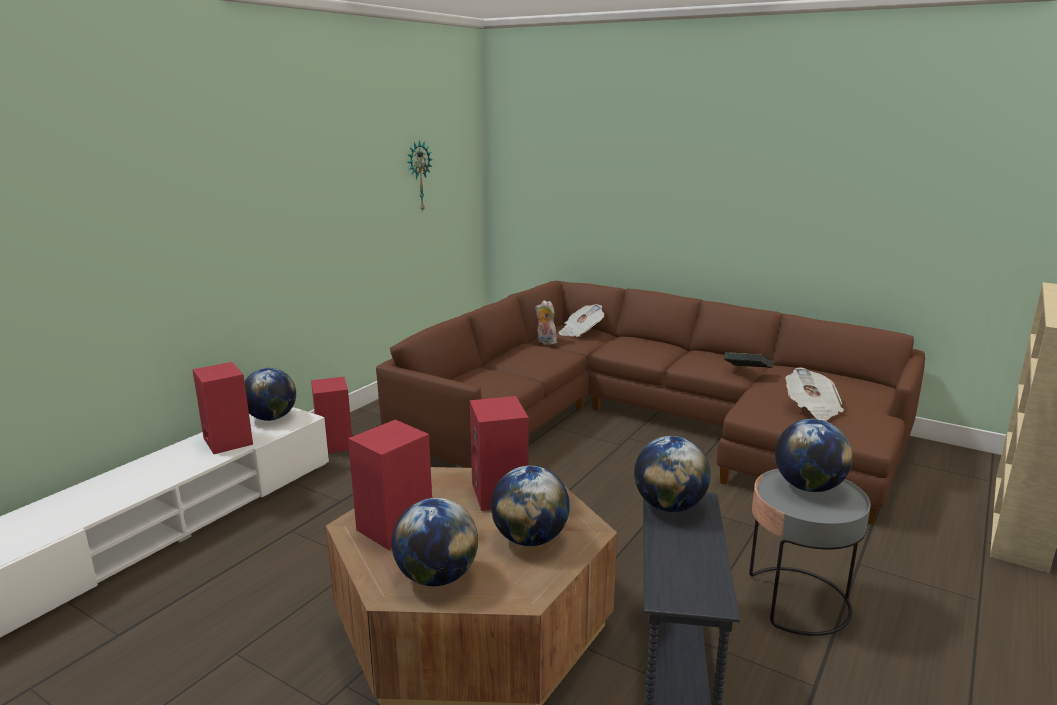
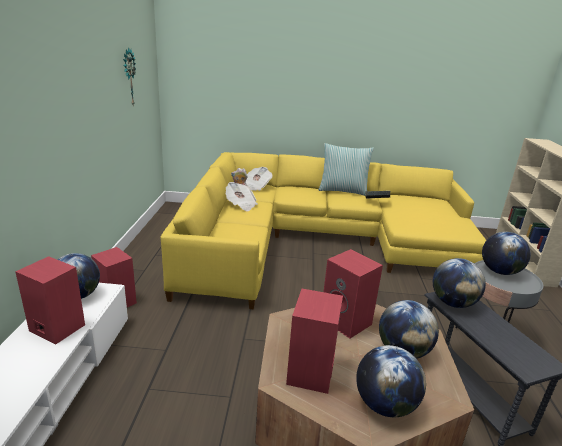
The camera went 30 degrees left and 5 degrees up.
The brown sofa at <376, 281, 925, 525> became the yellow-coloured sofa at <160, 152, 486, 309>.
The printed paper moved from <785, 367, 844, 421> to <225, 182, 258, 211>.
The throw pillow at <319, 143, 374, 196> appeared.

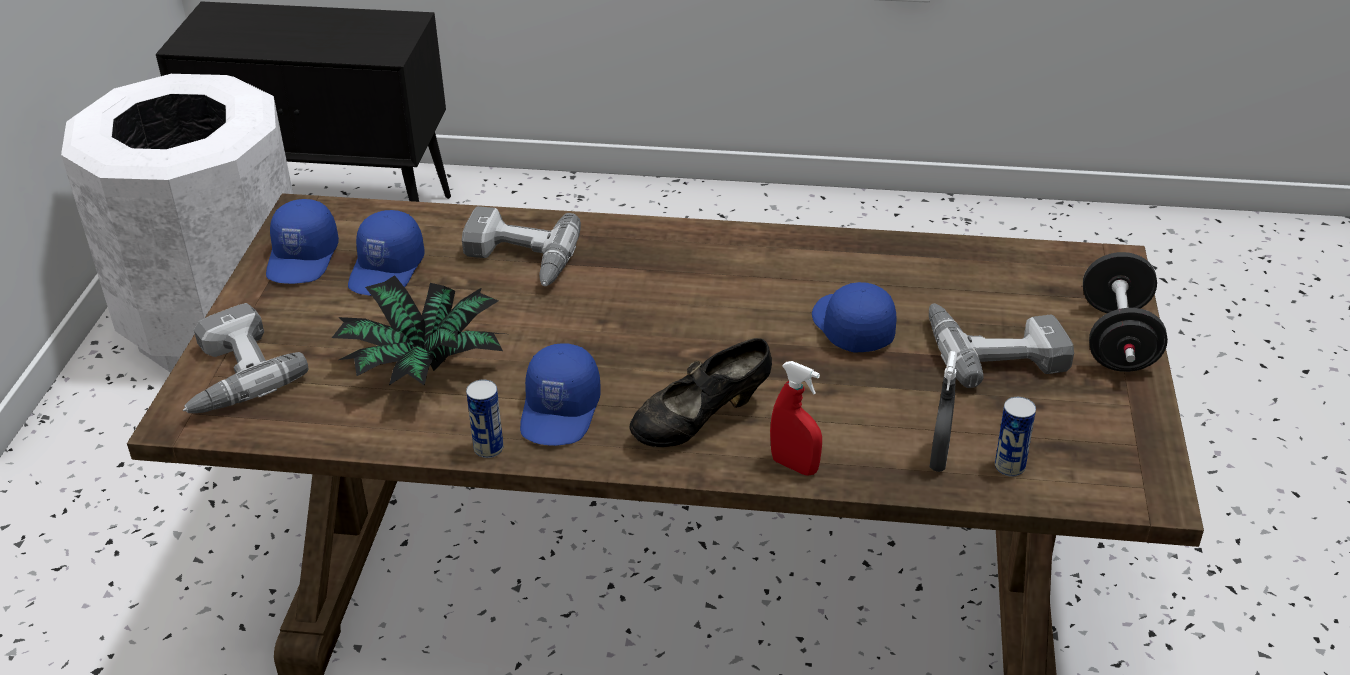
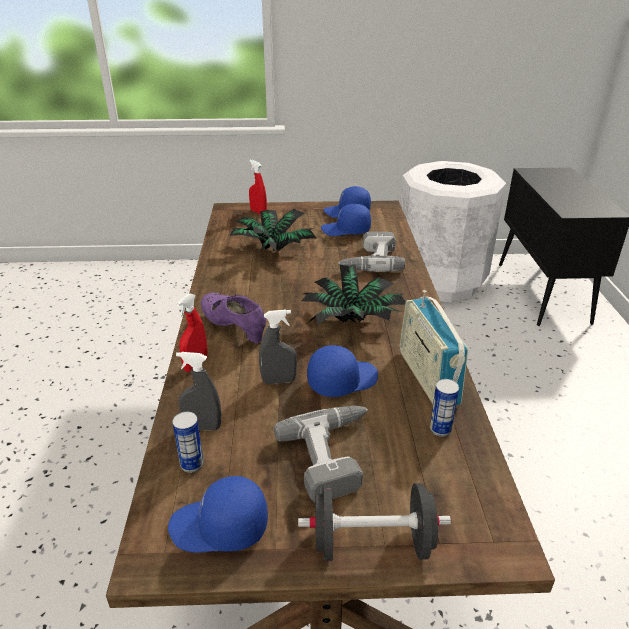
The camera went 80 degrees right and 5 degrees down.
The blue-coloured peaked cap moved from <520, 343, 601, 446> to <168, 476, 268, 553>.
The black-coloured shoe at <629, 338, 772, 447> became the purple shoe at <201, 293, 266, 344>.
The power drill at <183, 303, 308, 413> was replaced by the reddish sprayer at <249, 160, 267, 214>.
The grey sprayer at <259, 309, 297, 384> appeared.
The potted plant at <301, 264, 406, 324> appeared.
The radio set at <400, 290, 468, 405> appeared.
The sealed can moved from <466, 379, 504, 458> to <430, 379, 459, 437>.

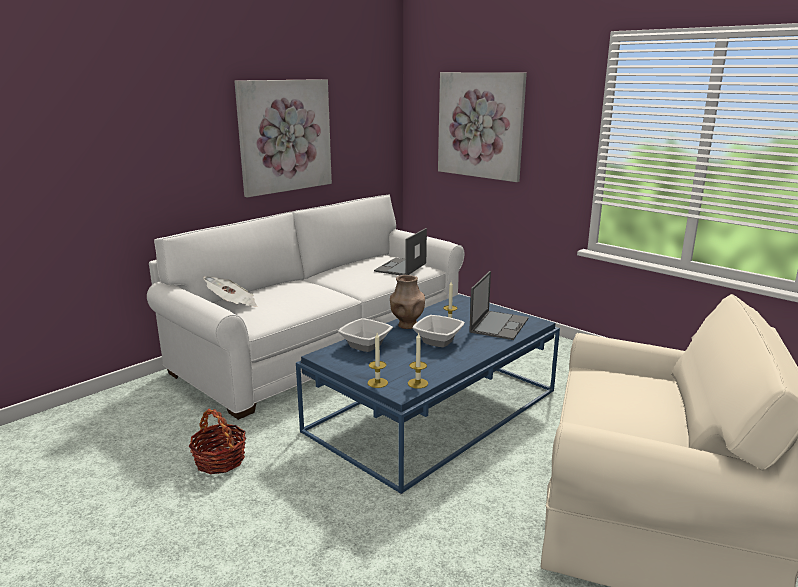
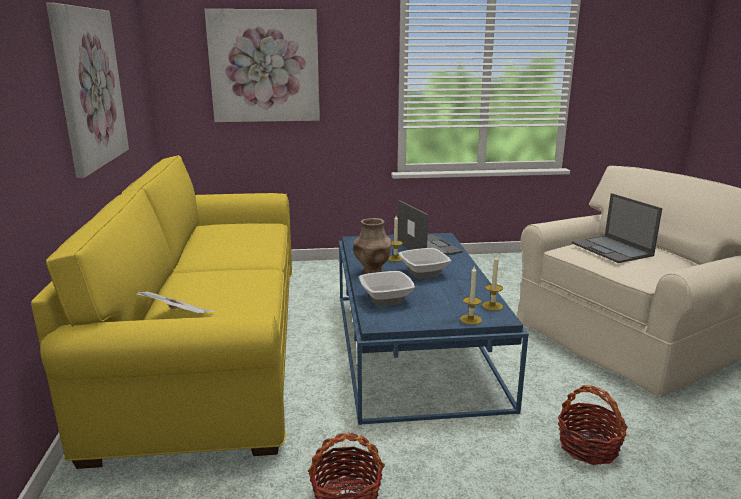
The camera went 50 degrees left and 0 degrees up.
The white sofa at <147, 194, 464, 420> became the yellow-coloured sofa at <31, 155, 292, 469>.
The basket at <558, 385, 628, 465> appeared.
The notebook computer moved from <374, 228, 427, 275> to <572, 193, 662, 263>.

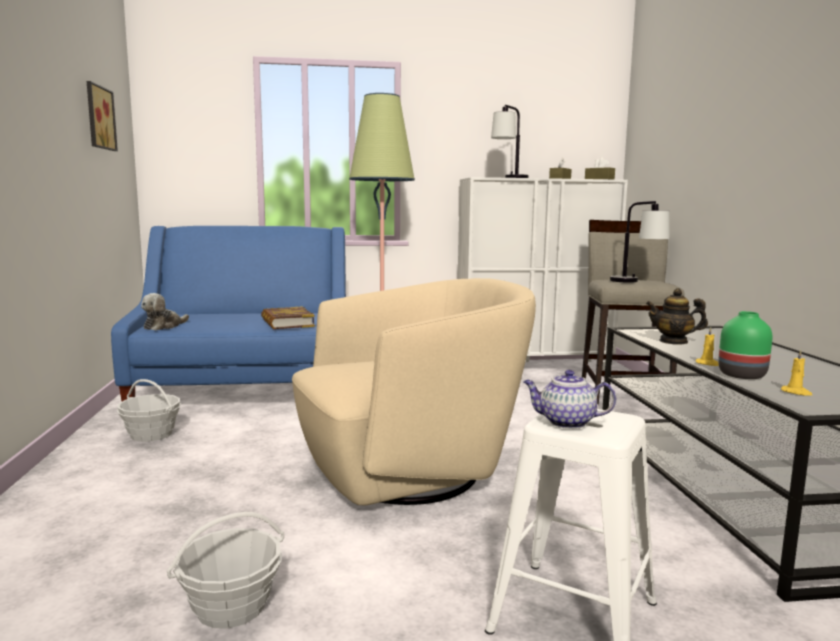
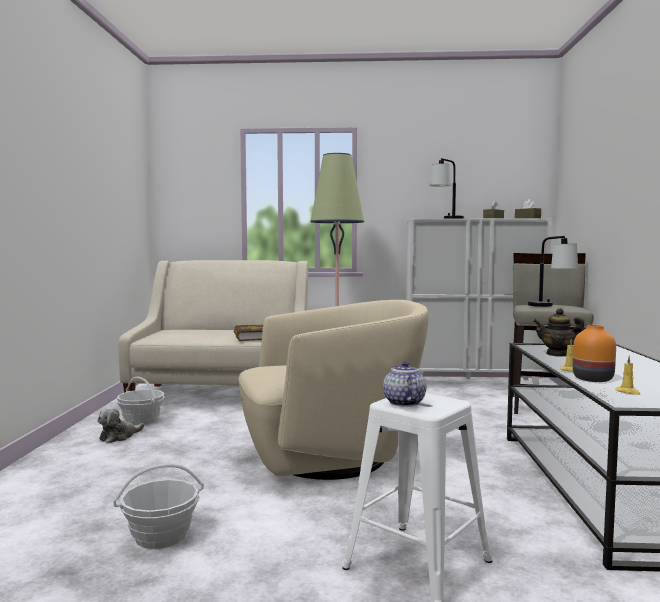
The camera went 10 degrees right and 5 degrees down.
The cuddly toy moved from <141, 293, 189, 331> to <97, 407, 144, 443>.
The blue-coloured sofa at <111, 226, 346, 401> became the beige-coloured sofa at <118, 260, 309, 393>.
The pot for tea at <523, 370, 616, 429> turned 60 degrees clockwise.
The green-coloured decorative vase at <718, 311, 773, 379> became the orangey decorative vase at <573, 325, 616, 382>.
The wall art at <87, 81, 118, 151> disappeared.

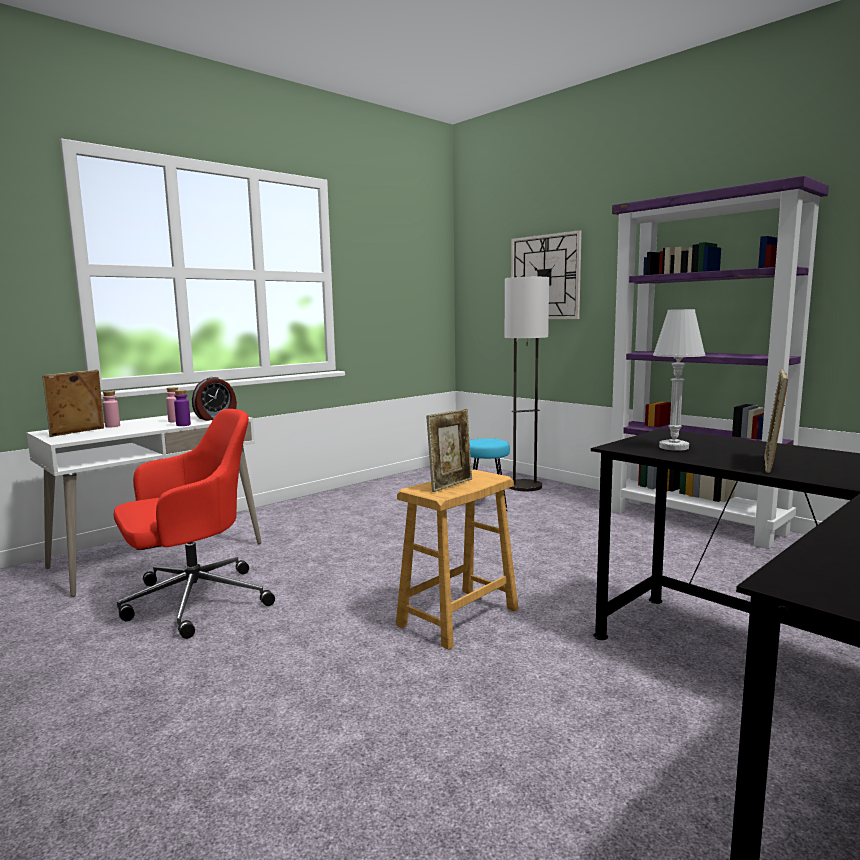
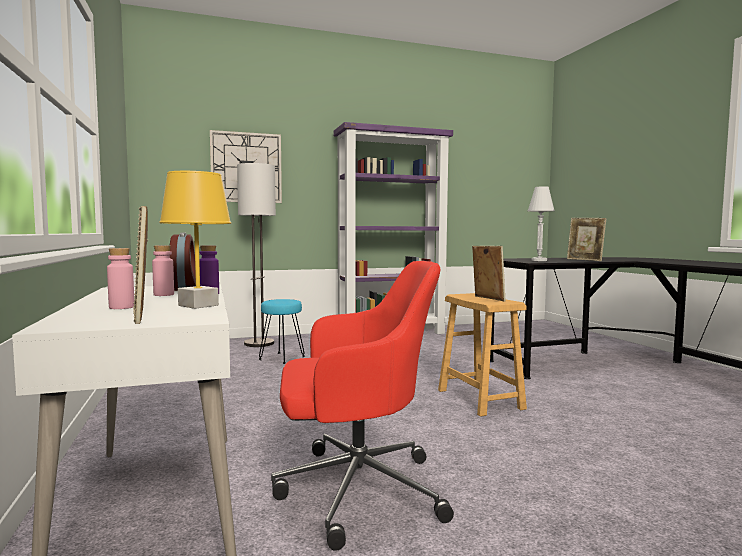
The camera went 65 degrees left and 5 degrees down.
The yellow-coloured table lamp at <159, 171, 231, 309> appeared.
The reddish office chair at <114, 409, 275, 639> turned 90 degrees clockwise.

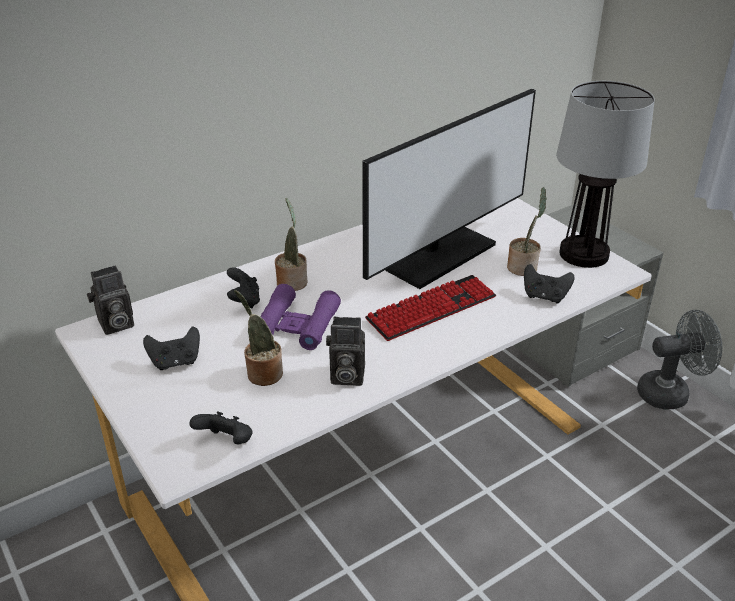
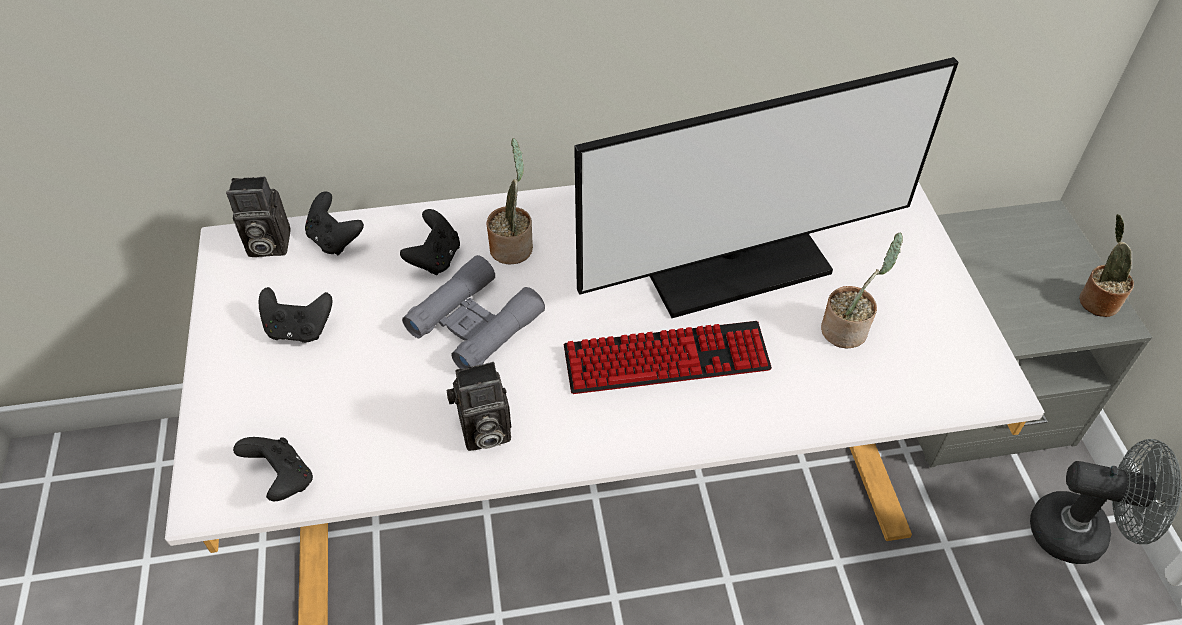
The camera went 25 degrees right and 15 degrees up.
The black-coloured joypad moved from <524, 264, 575, 304> to <305, 192, 364, 255>.
The purple field glasses at <260, 284, 341, 350> became the grey field glasses at <402, 255, 545, 369>.
The photo camera at <326, 316, 365, 386> turned 45 degrees counterclockwise.
The potted plant moved from <234, 290, 283, 386> to <1079, 214, 1134, 317>.
The table lamp at <556, 81, 655, 268> disappeared.

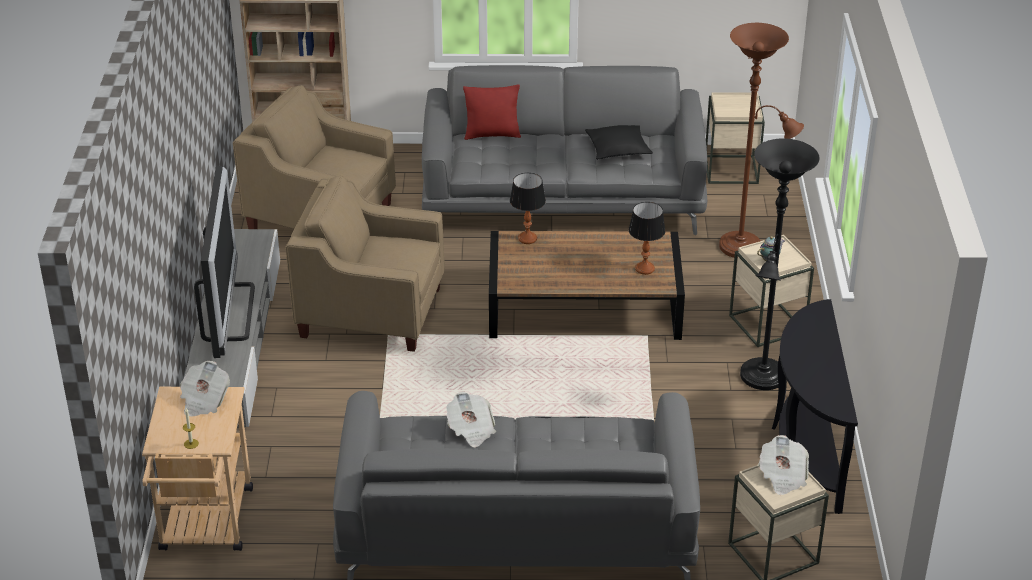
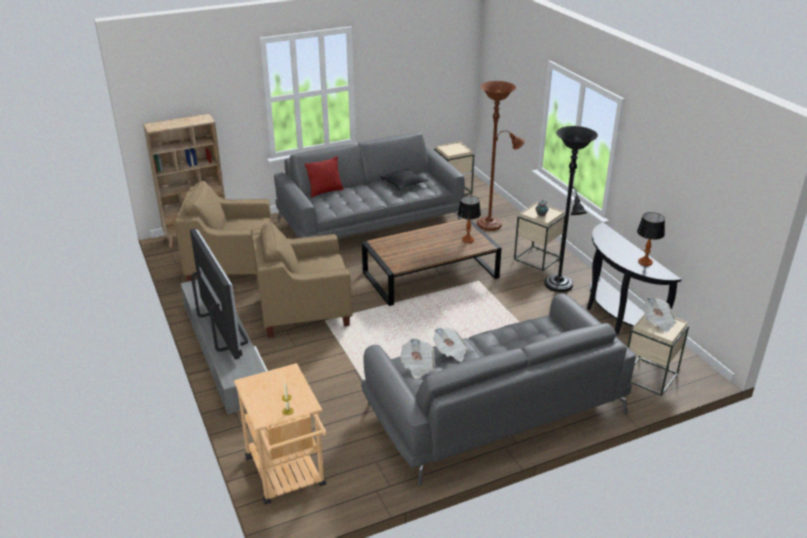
The camera went 25 degrees left and 5 degrees down.
The printed paper moved from <180, 361, 230, 416> to <400, 338, 435, 378>.
The table lamp moved from <510, 173, 546, 244> to <637, 212, 665, 266>.

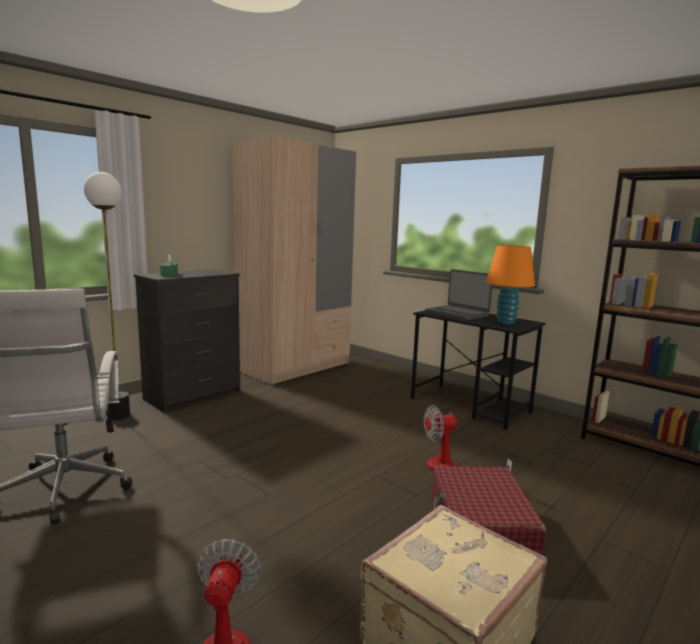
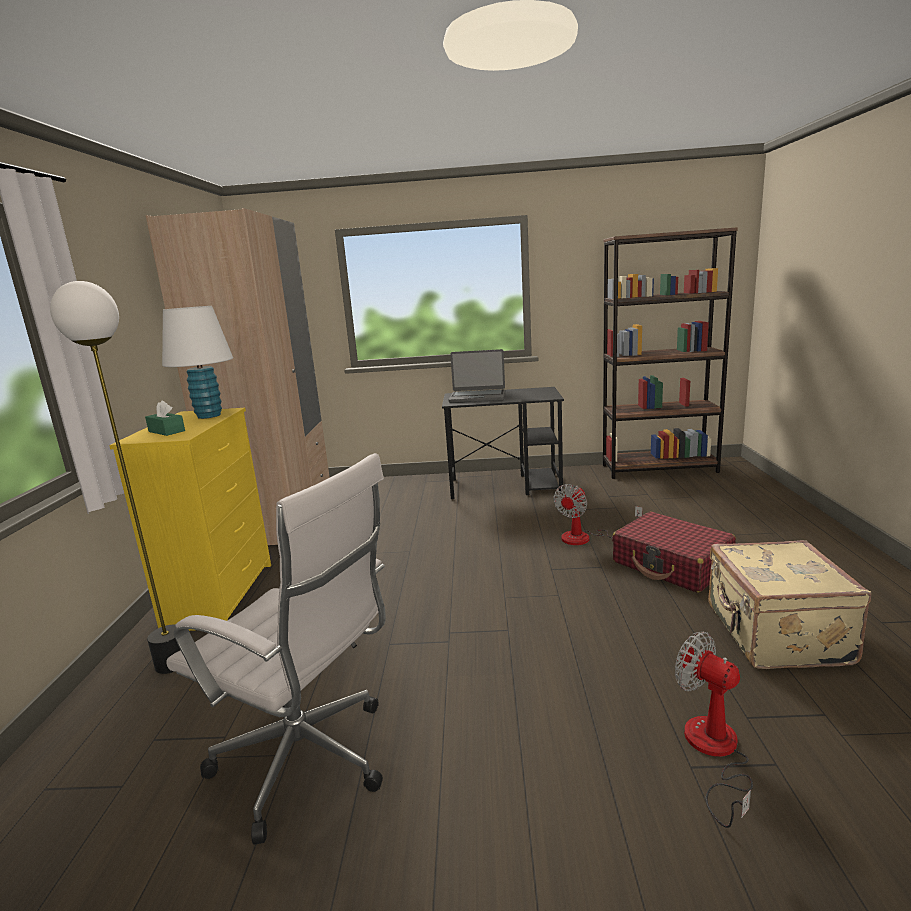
The camera went 40 degrees left and 5 degrees up.
The black-coloured chest of drawers at <134, 269, 240, 412> became the yellow-coloured chest of drawers at <109, 408, 271, 631>.
The white table lamp at <162, 306, 233, 419> appeared.
The orangey table lamp at <486, 245, 535, 324> disappeared.

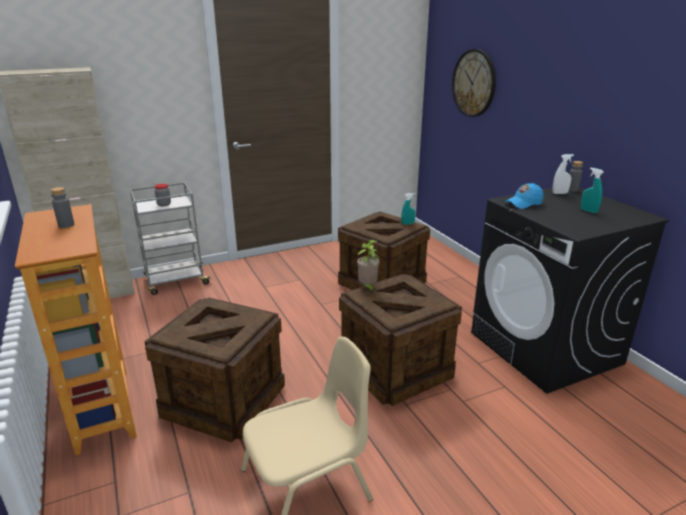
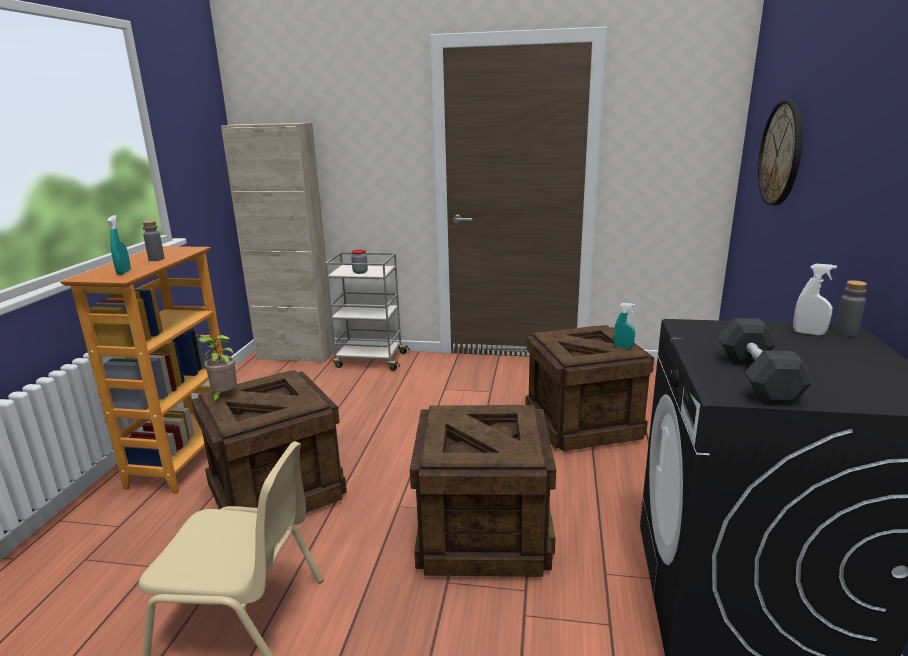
The camera went 35 degrees right and 5 degrees down.
The blue-green sprayer moved from <581, 168, 604, 213> to <107, 215, 131, 275>.
The potted plant moved from <357, 240, 379, 294> to <197, 335, 237, 403>.
The black-coloured free weight at <718, 318, 813, 405> appeared.
The blue-coloured peaked cap at <505, 183, 543, 209> disappeared.

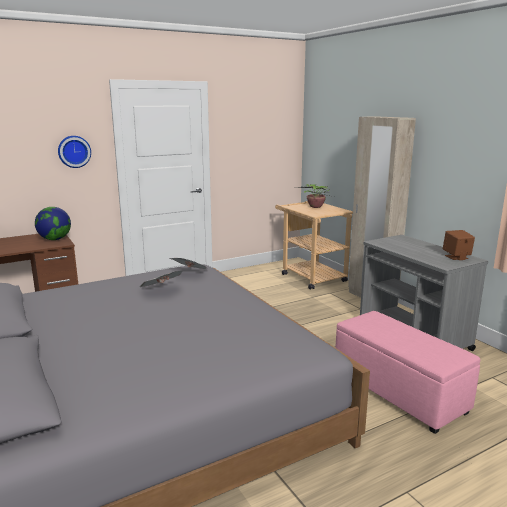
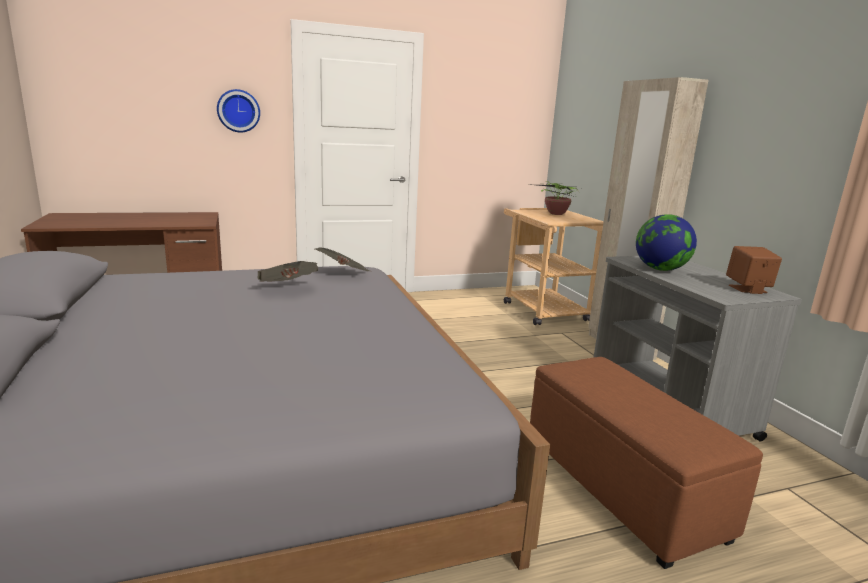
The camera went 10 degrees right and 0 degrees up.
The pink ottoman at <335, 311, 480, 434> became the brown ottoman at <530, 357, 763, 569>.
The world globe moved from <35, 207, 71, 240> to <636, 214, 697, 271>.

